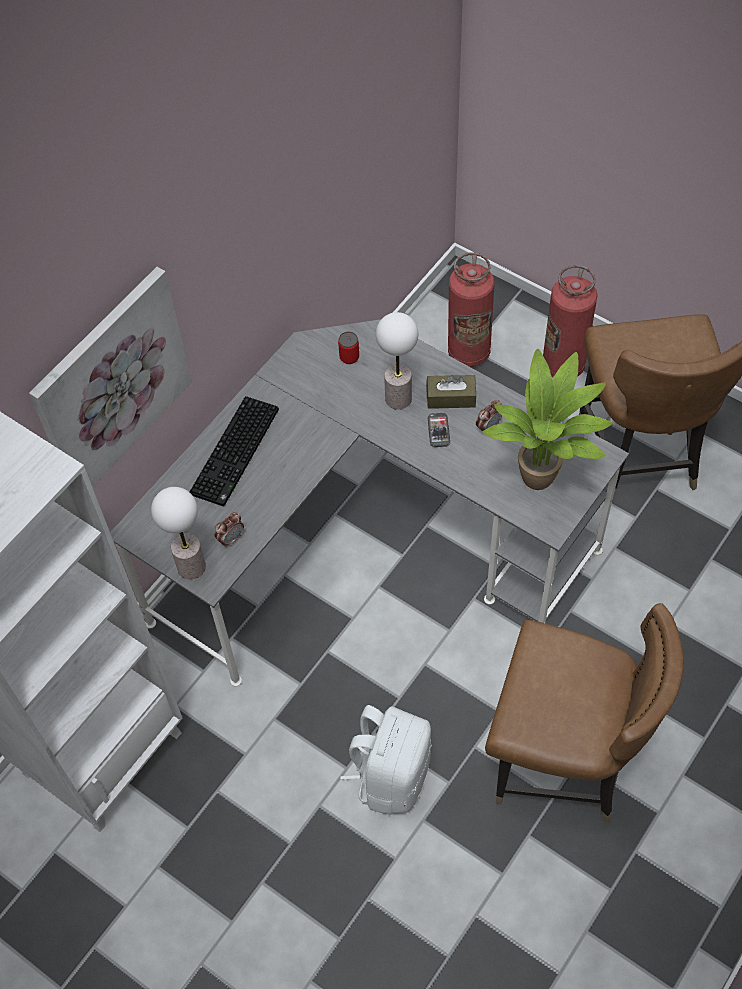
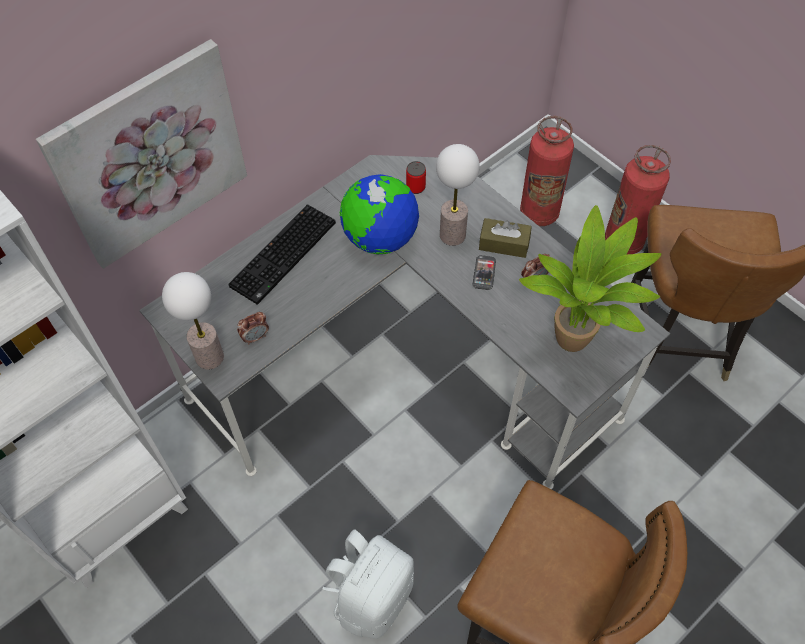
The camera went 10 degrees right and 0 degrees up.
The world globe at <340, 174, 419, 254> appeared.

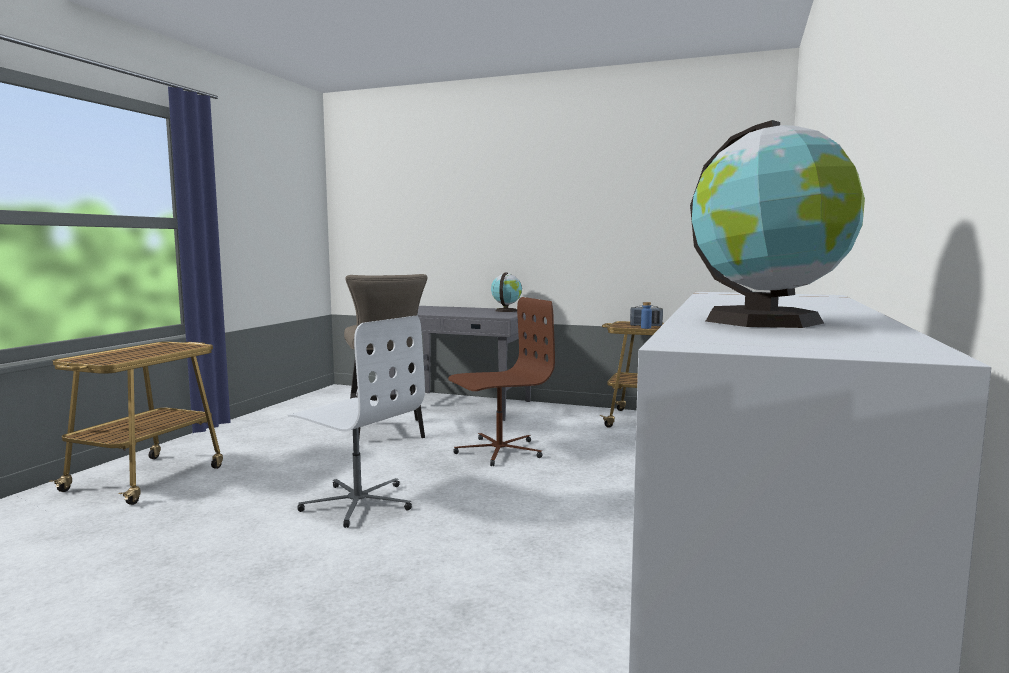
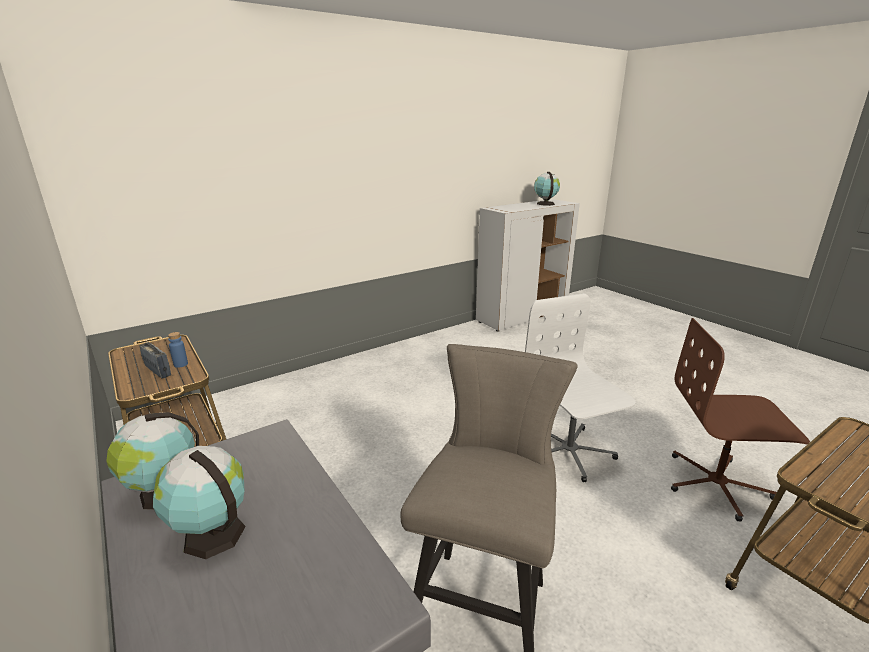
The camera went 145 degrees left and 15 degrees up.
The world globe at <153, 446, 246, 559> appeared.
The brown office chair moved from <448, 297, 555, 466> to <671, 318, 810, 522>.

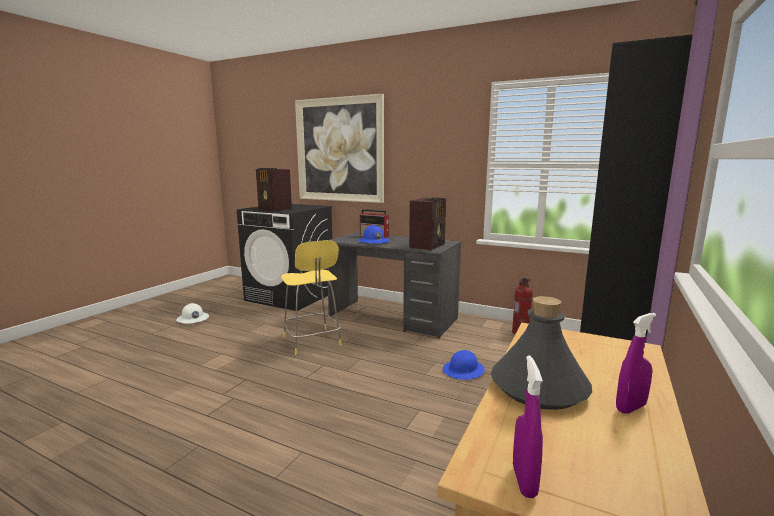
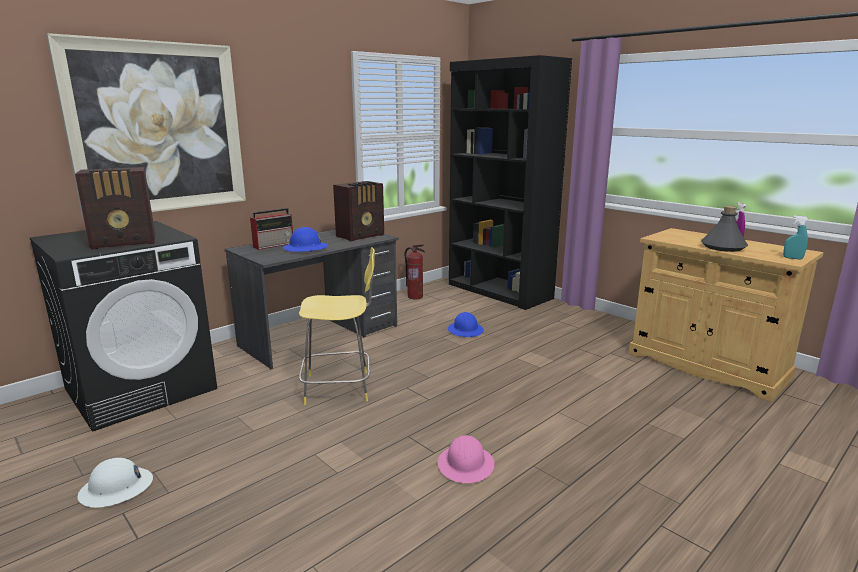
The camera went 70 degrees left and 5 degrees up.
The radio set at <409, 197, 446, 251> turned 90 degrees clockwise.
The pink safety helmet at <438, 435, 494, 483> appeared.
The purple sprayer at <513, 356, 543, 498> became the blue-green sprayer at <783, 215, 808, 260>.

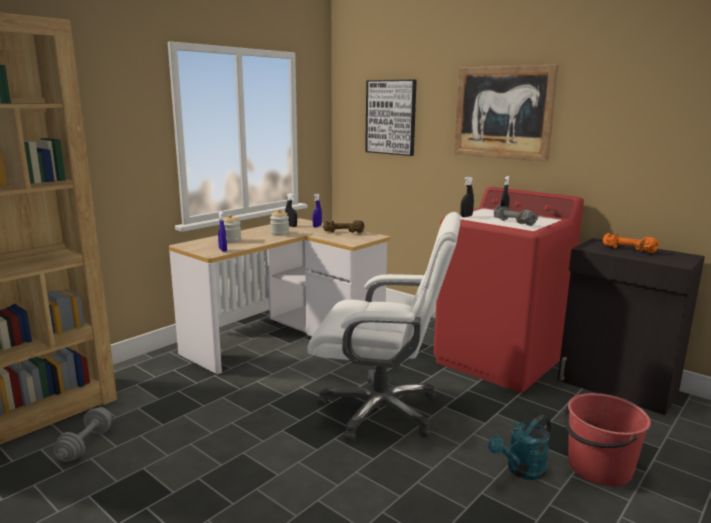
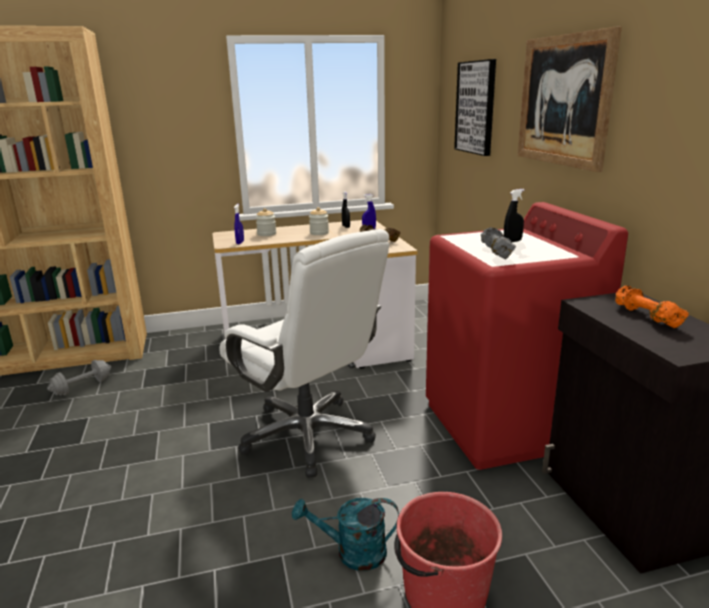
The camera went 35 degrees right and 5 degrees up.
The black-coloured sprayer at <460, 177, 474, 217> disappeared.

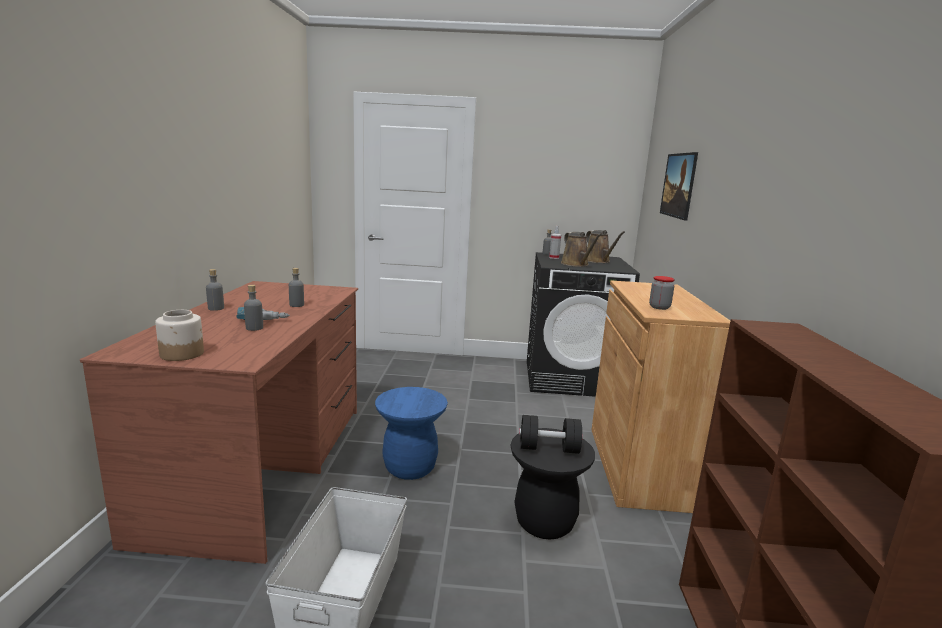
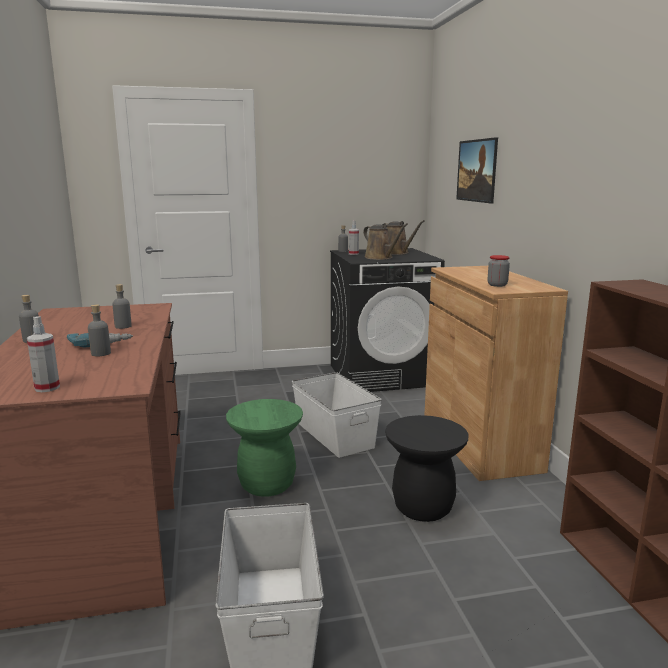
The camera went 15 degrees left and 0 degrees up.
The storage jar at <155, 310, 204, 361> was replaced by the sprayer at <27, 316, 60, 392>.
The blue-coloured stool at <375, 387, 448, 480> became the green-coloured stool at <226, 399, 303, 497>.
The white storage box at <292, 372, 382, 458> appeared.
The black-coloured free weight at <519, 415, 583, 454> disappeared.

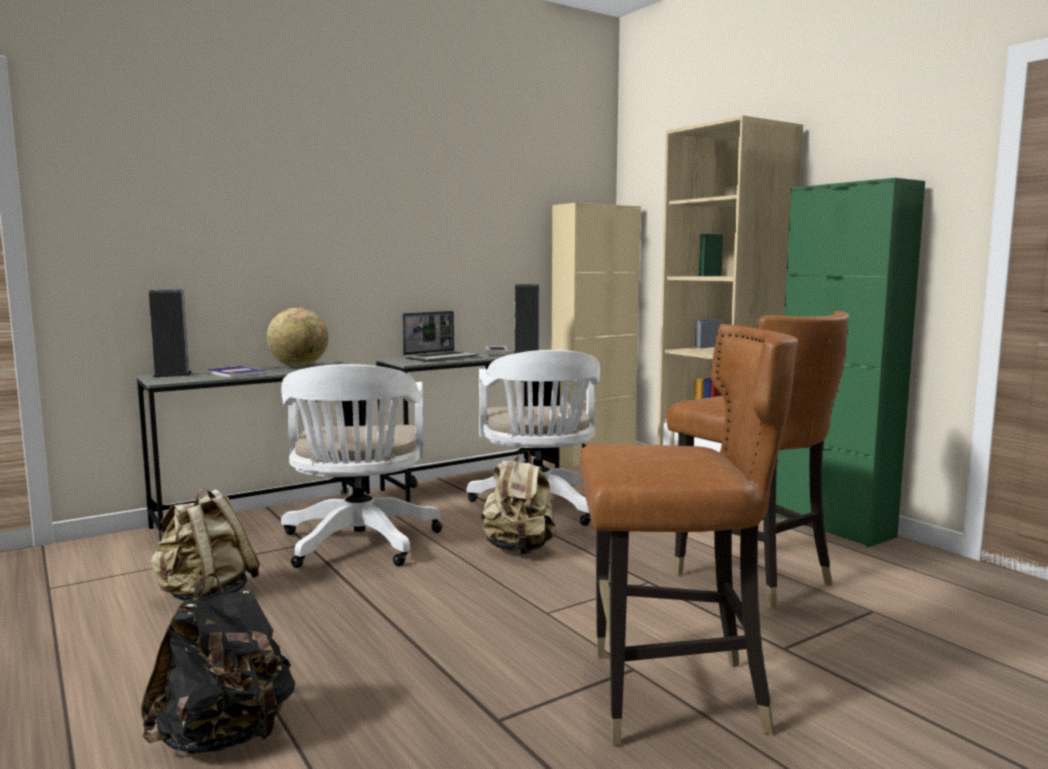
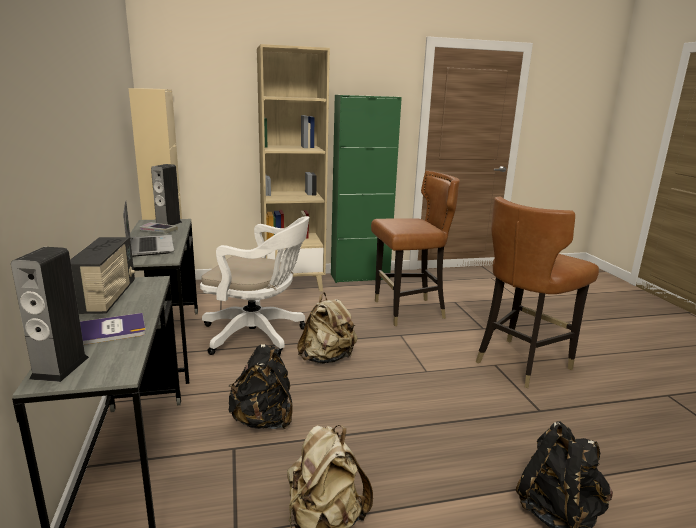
The camera went 70 degrees left and 10 degrees up.
The world globe at <267, 308, 328, 367> was replaced by the radio set at <70, 237, 135, 314>.
The white office chair at <281, 364, 442, 568> was replaced by the black-coloured knapsack at <229, 344, 293, 429>.
The brown plain chair at <580, 324, 798, 745> turned 150 degrees counterclockwise.

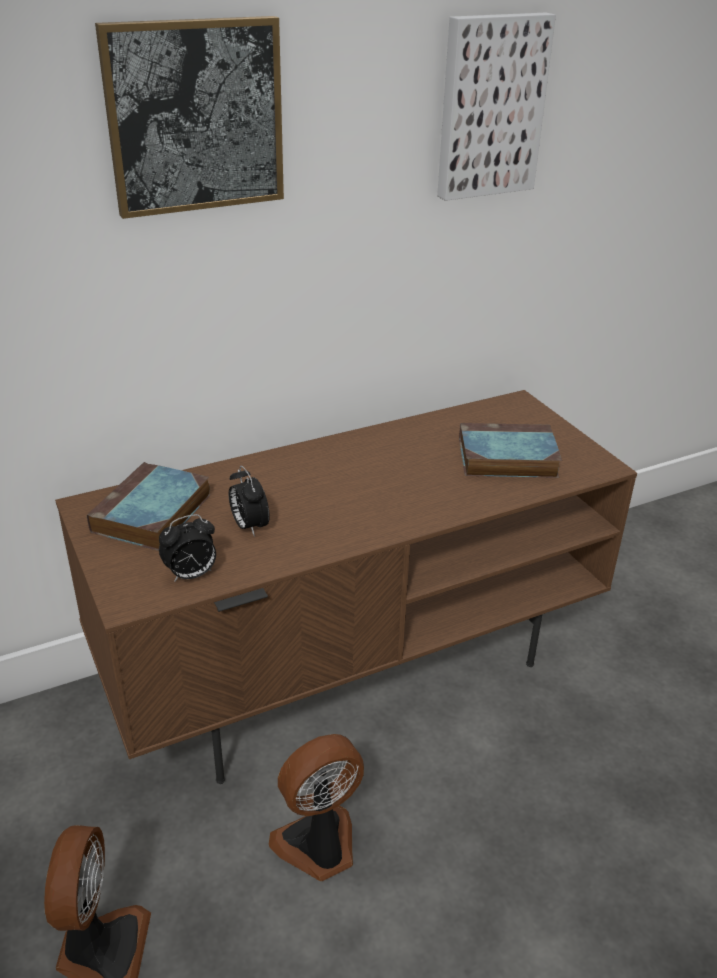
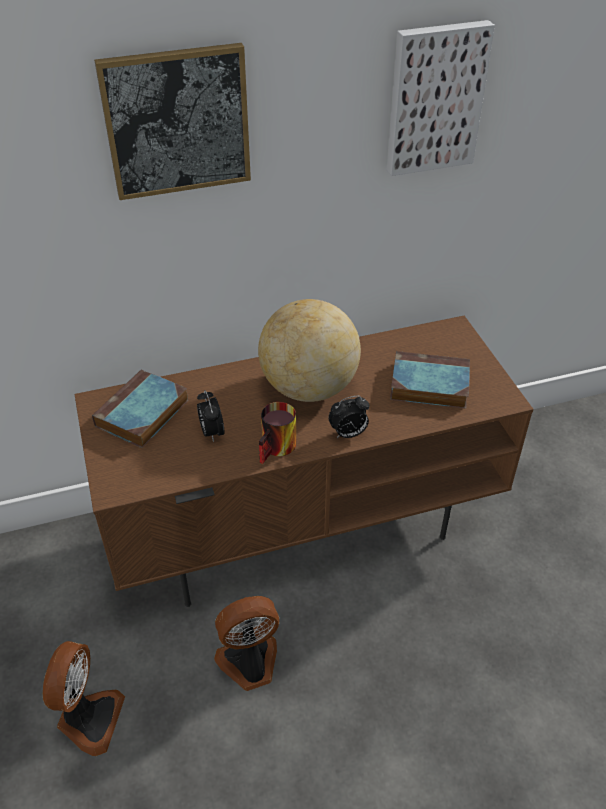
The camera went 10 degrees right and 10 degrees up.
The world globe at <258, 299, 361, 402> appeared.
The coffee mug at <259, 402, 296, 464> appeared.
The bedside clock moved from <159, 514, 216, 582> to <328, 396, 369, 438>.

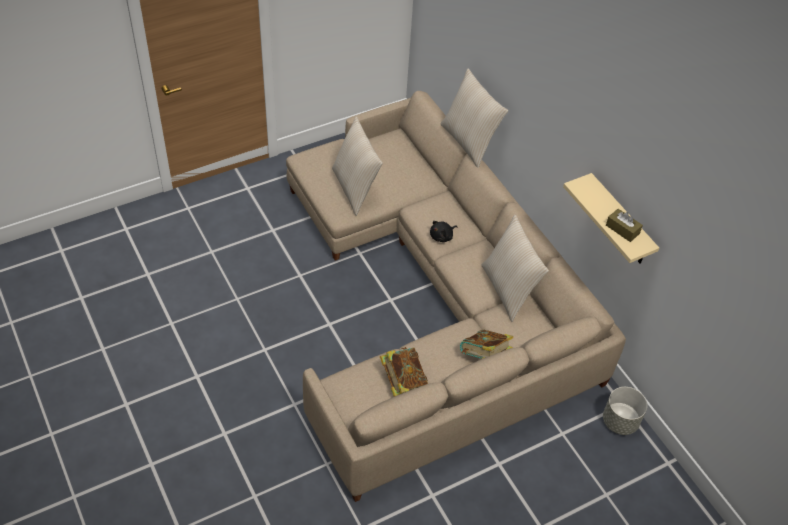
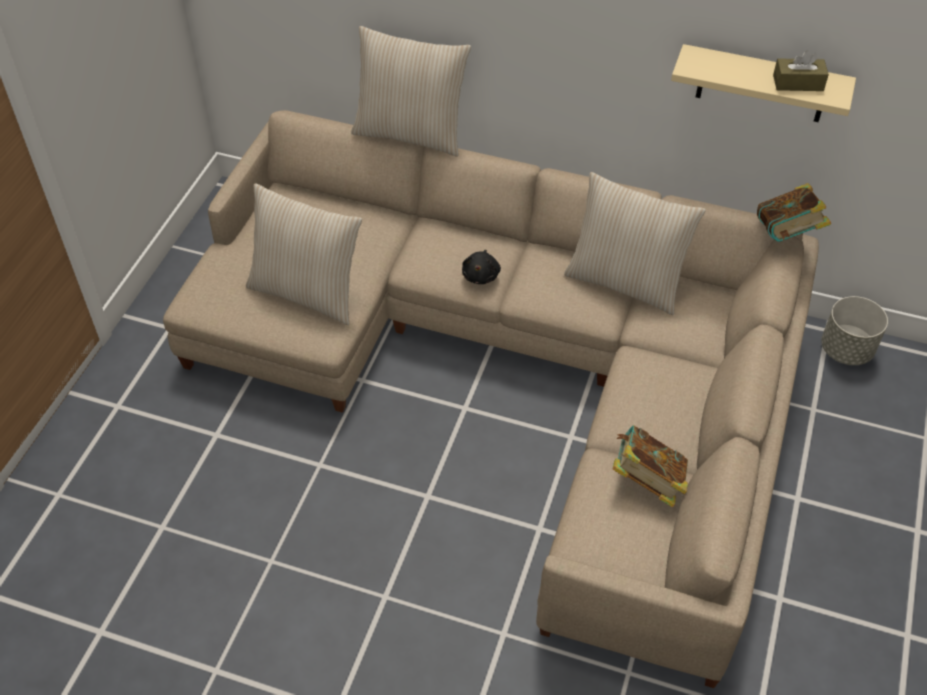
The camera went 40 degrees left and 0 degrees up.
The bound book moved from <460, 330, 513, 359> to <757, 183, 831, 242>.

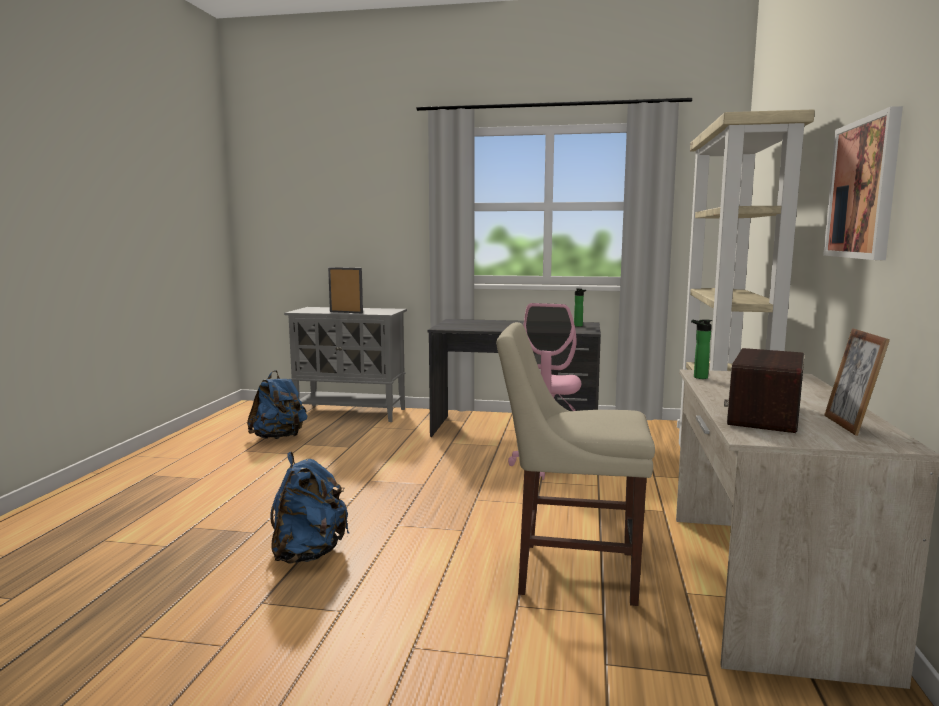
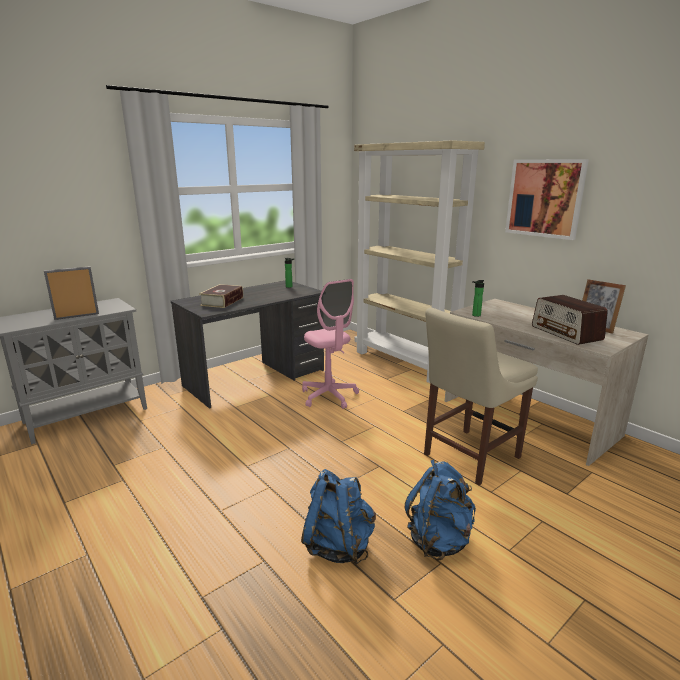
The camera went 50 degrees left and 10 degrees up.
The bound book at <199, 284, 243, 308> appeared.
The blue-coloured knapsack moved from <247, 370, 307, 439> to <405, 460, 476, 561>.

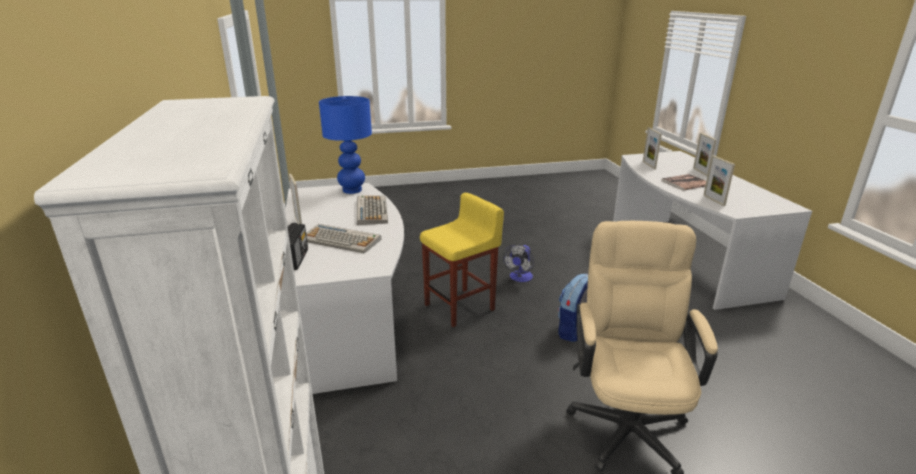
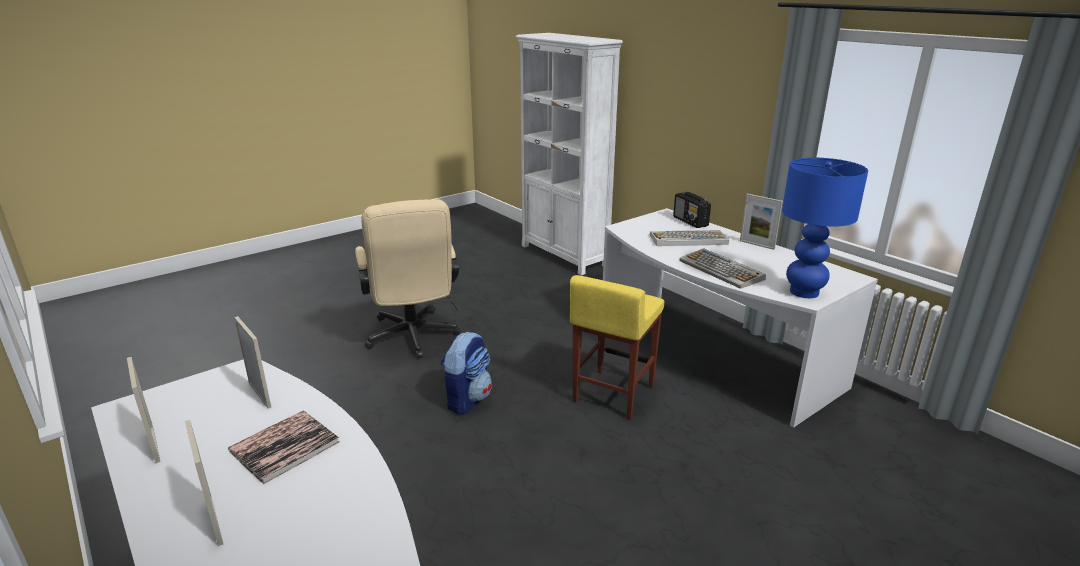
The camera went 155 degrees right and 0 degrees up.
The photo frame moved from <643, 127, 662, 169> to <127, 357, 160, 463>.
The fan at <503, 244, 534, 282> disappeared.

